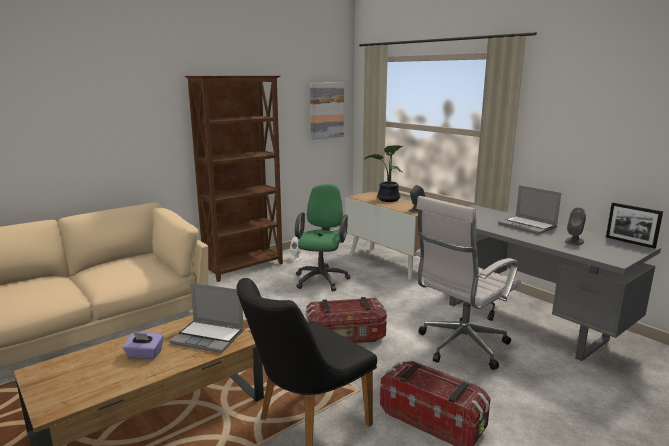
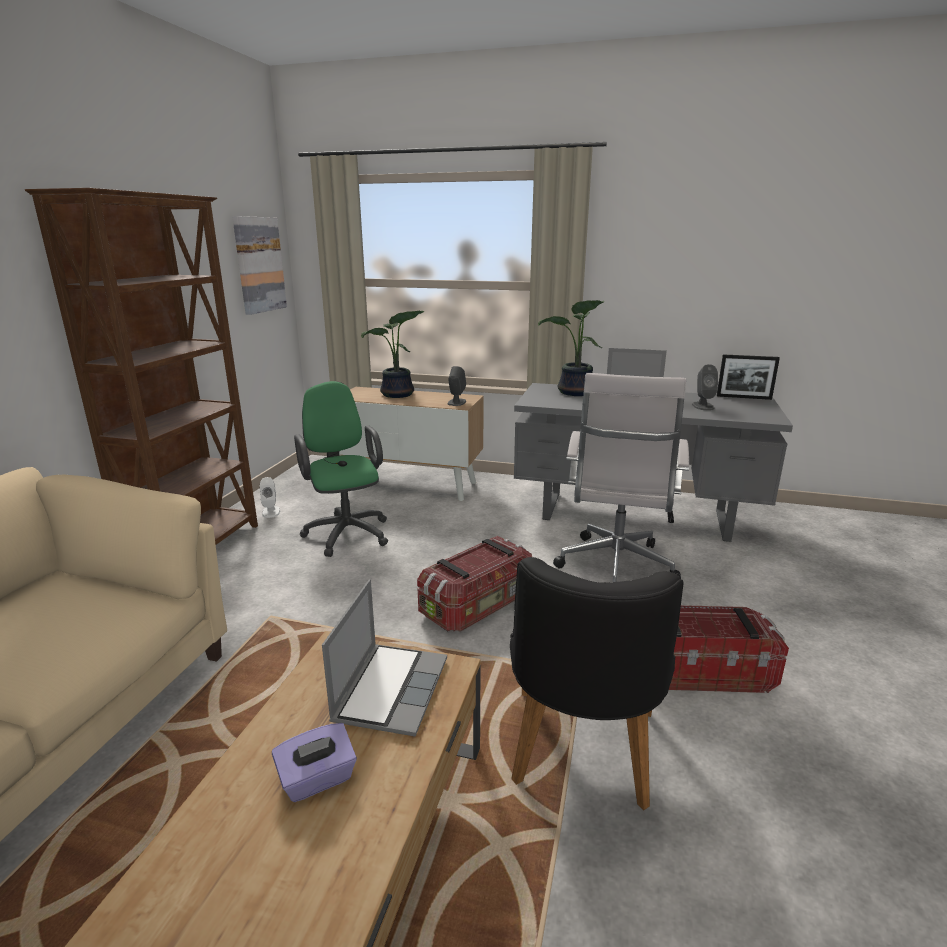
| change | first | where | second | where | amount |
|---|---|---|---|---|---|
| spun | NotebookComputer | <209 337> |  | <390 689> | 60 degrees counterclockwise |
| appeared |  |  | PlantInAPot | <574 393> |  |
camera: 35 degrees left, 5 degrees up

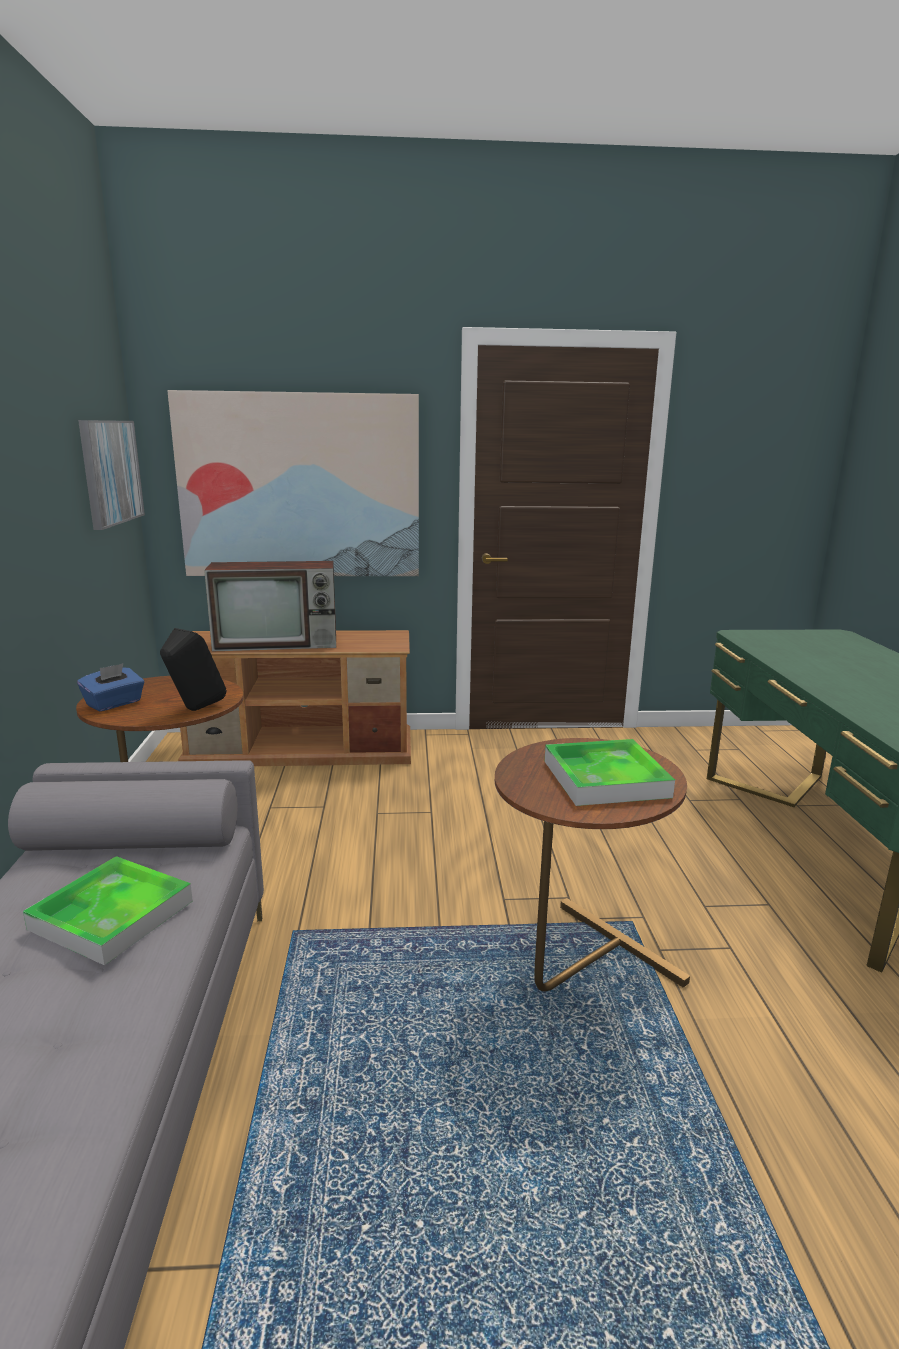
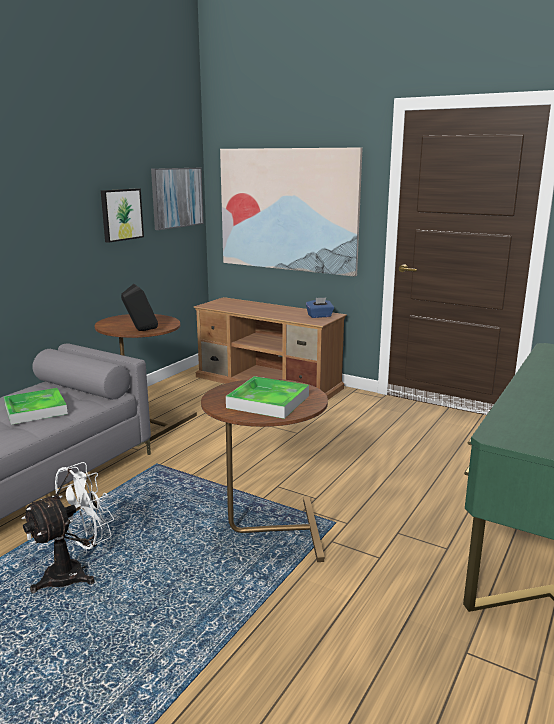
| change | first | where | second | where | amount |
|---|---|---|---|---|---|
| relocated | BlueColouredTissueBox | <114 703> |  | <319 316> |  |
| missing | TvSet | <279 643> |  |  |  |
| appeared |  |  | WhitishCoolingFan | <74 572> |  |
| appeared |  |  | WallPicture | <121 214> |  |
camera: 35 degrees right, 0 degrees up

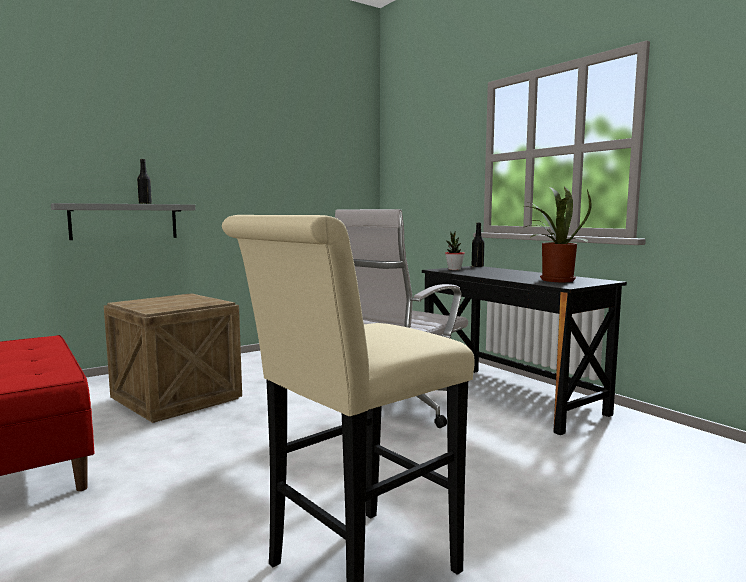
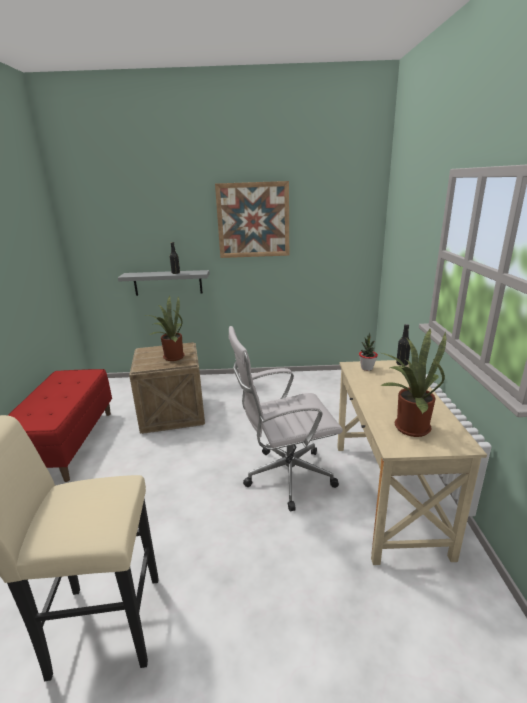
| change | first | where | second | where | amount |
|---|---|---|---|---|---|
| colour | BlackishDeskUnit | <510 397> | SandColouredDeskUnit | <387 495> |  |
| appeared |  |  | PlantInAPot | <171 357> |  |
| appeared |  |  | WallPicture | <253 220> |  |
camera: 35 degrees right, 15 degrees up

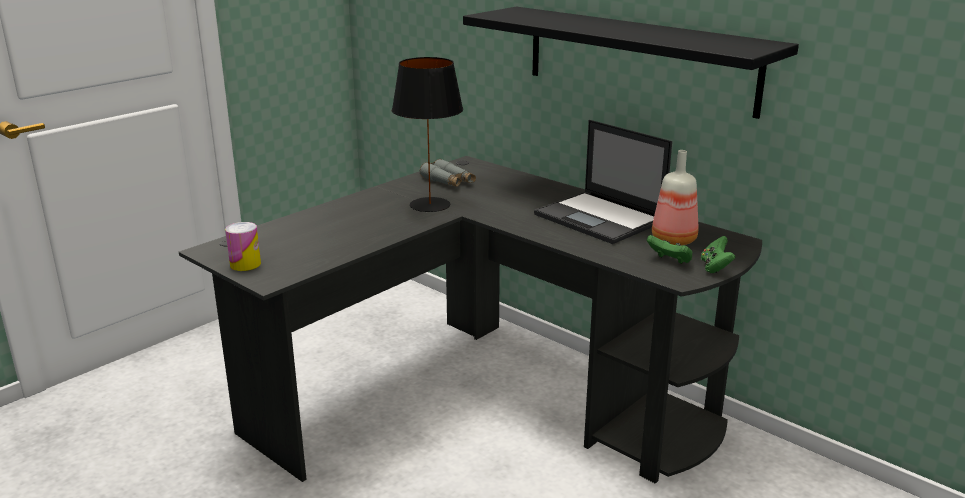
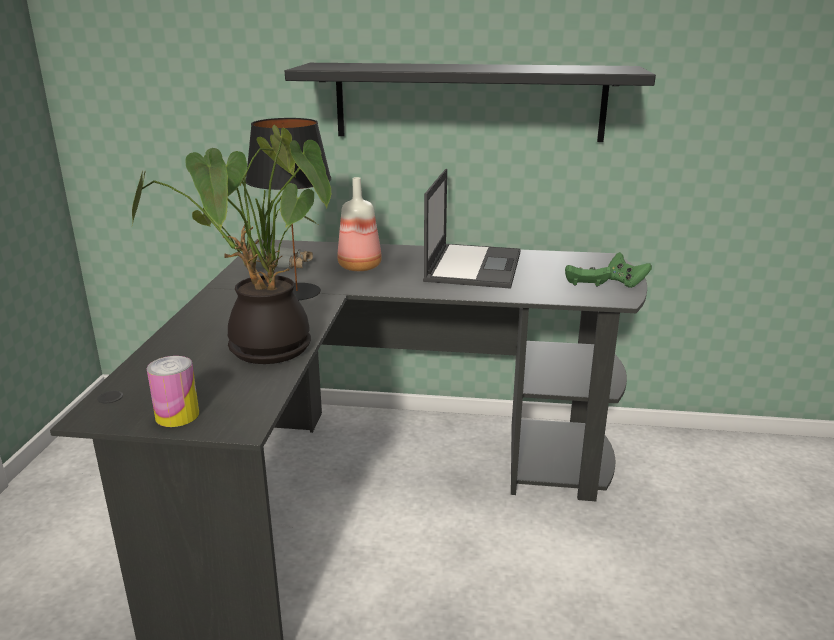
| change | first | where | second | where | amount |
|---|---|---|---|---|---|
| spun | NotebookComputer | <600 218> |  | <473 266> | 90 degrees counterclockwise |
| relocated | DrinkBottle | <675 240> |  | <361 267> |  |
| appeared |  |  | PlantInAPot | <262 350> |  |
camera: 35 degrees left, 0 degrees up

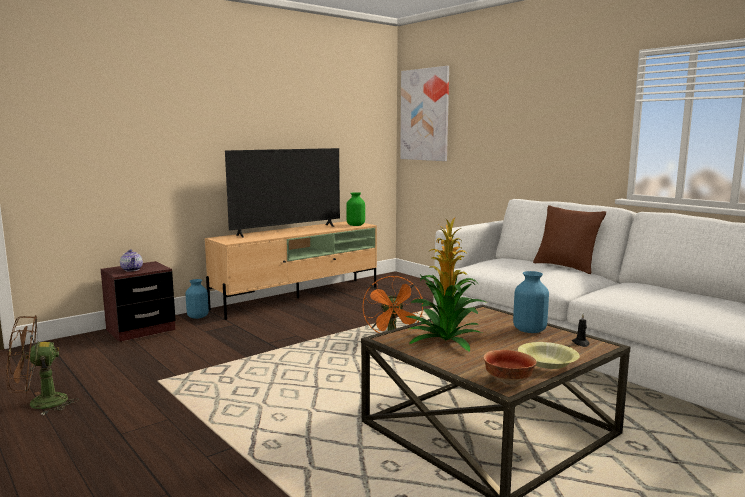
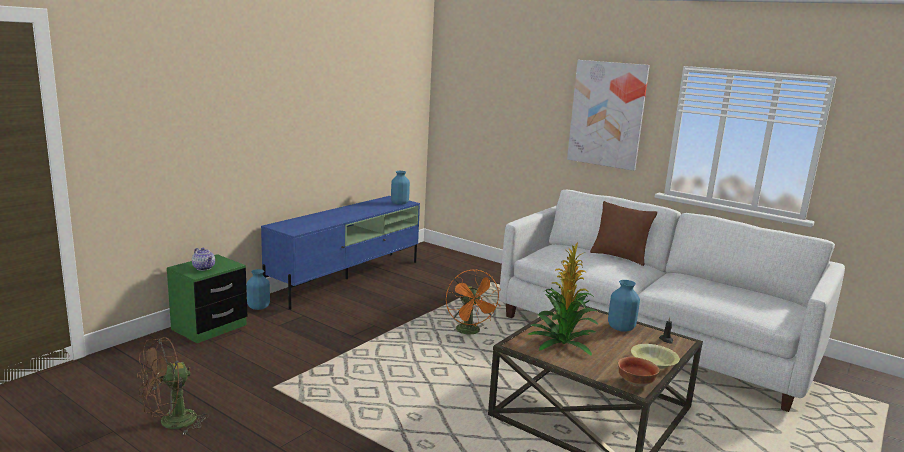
| change | first | where | second | where | amount |
|---|---|---|---|---|---|
| colour | BrownBedsideTable | <141 330> | GreenColouredBedsideTable | <209 327> |  |
| colour | SandColouredTvStand | <299 297> | BlueColouredTvStand | <347 278> |  |
| missing | TvSet | <287 230> |  |  |  |
| colour | GreenColouredFlowerVase | <356 225> | BlueColouredFlowerVase | <400 203> |  |
| relocated | WallPicture | <425 115> |  | <607 114> |  |
camera: 15 degrees left, 5 degrees up

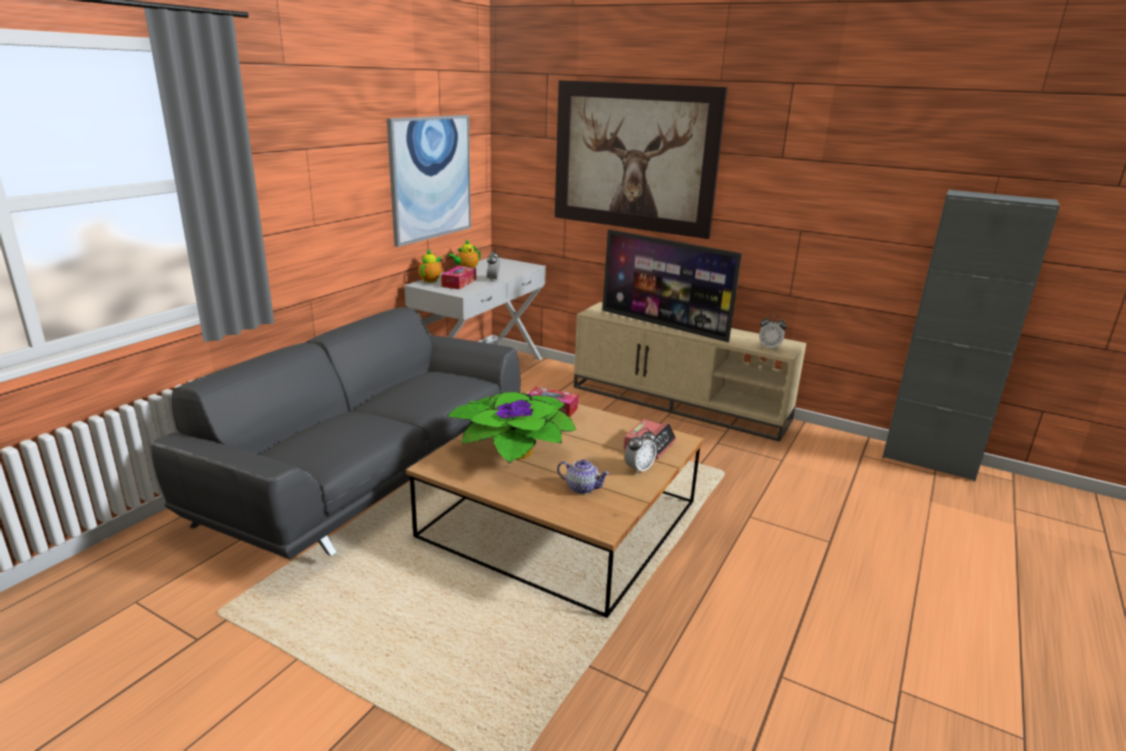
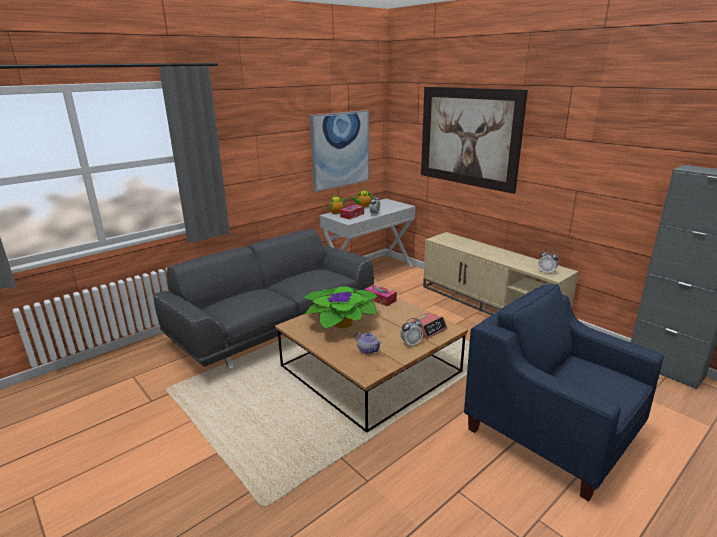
| change | first | where | second | where | amount |
|---|---|---|---|---|---|
| missing | TvSet | <664 325> |  |  |  |
| appeared |  |  | BlueColouredLoungeChair | <551 433> |  |
camera: 20 degrees right, 0 degrees up

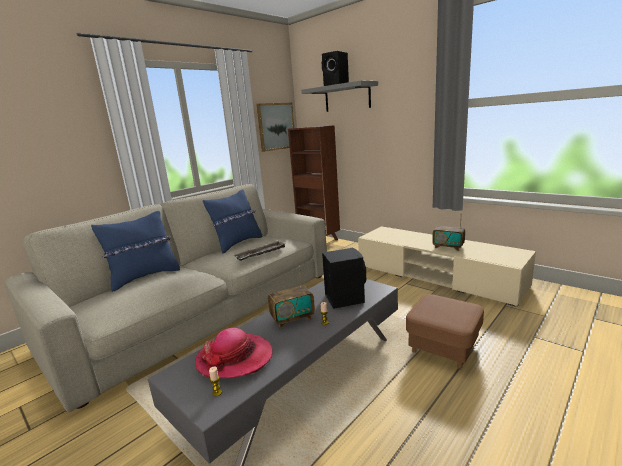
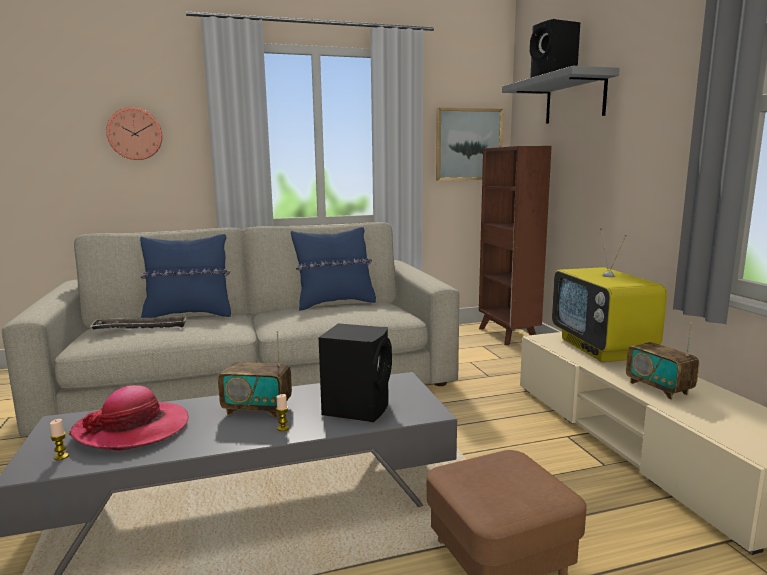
| change | first | where | second | where | amount |
|---|---|---|---|---|---|
| relocated | Tray | <261 253> |  | <141 327> |  |
| appeared |  |  | WallClock | <135 134> |  |
| appeared |  |  | TvSet | <603 349> |  |
camera: 30 degrees right, 5 degrees down

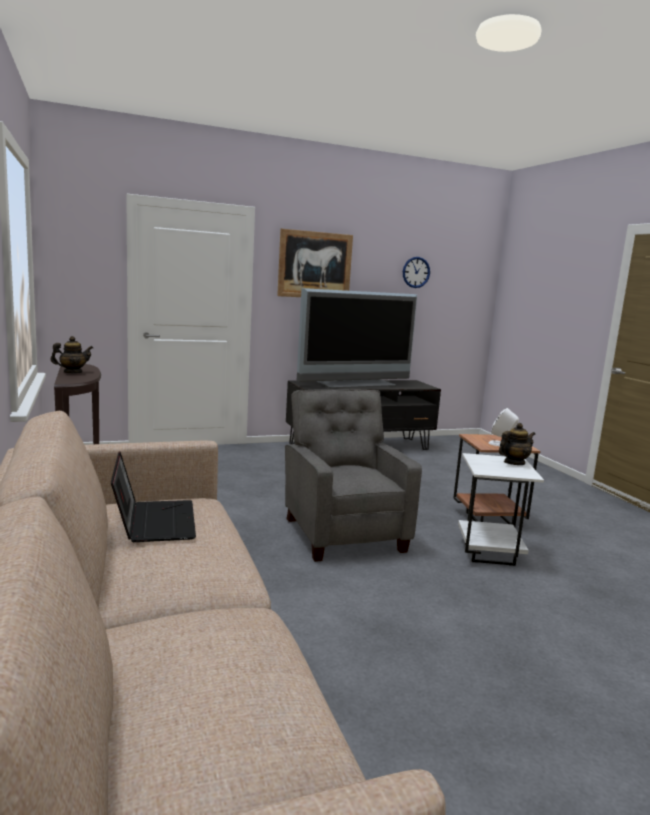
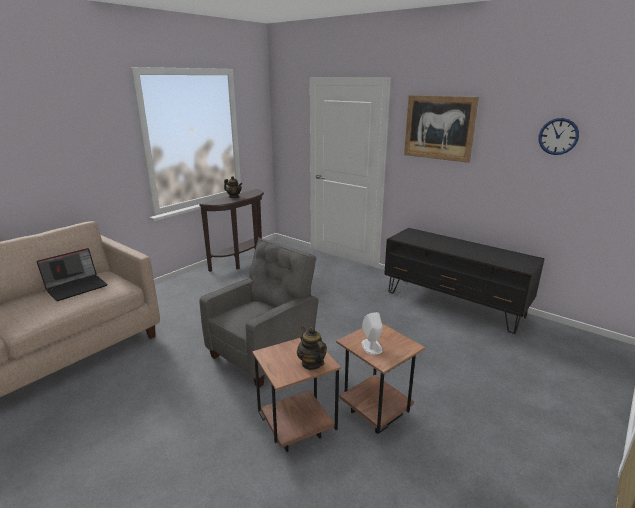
| change | first | where | second | where | amount |
|---|---|---|---|---|---|
| missing | TvSet | <356 384> |  |  |  |
| colour | WhitishSideTable | <490 554> | BrownSideTable | <297 431> |  |
| spun | TeaPot | <514 463> |  | <311 363> | 150 degrees counterclockwise |
camera: 60 degrees right, 10 degrees up

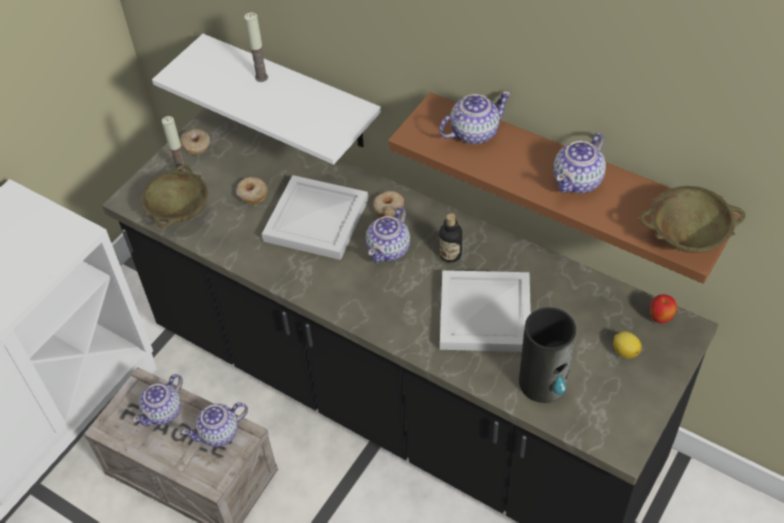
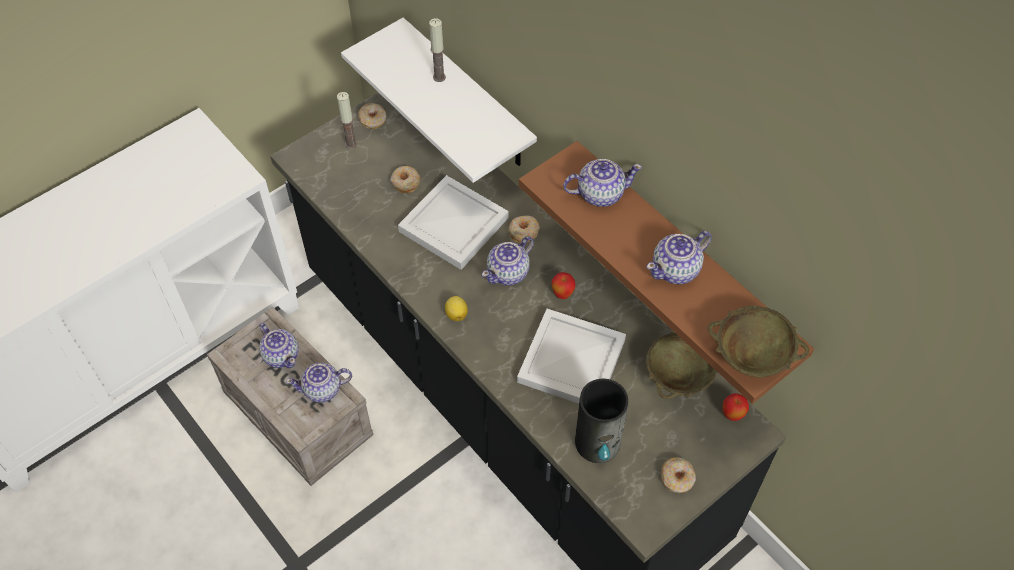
| change | first | where | second | where | amount |
|---|---|---|---|---|---|
| spun | TeaPot | <163 411> |  | <281 355> | 90 degrees counterclockwise |
| relocated | SandColouredBowl | <179 212> |  | <677 376> |  |
| exchanged | DrinkBottle | <450 254> | WholeApple | <562 294> |  |
| relocated | Lemon | <625 351> |  | <456 314> |  |
| appeared |  |  | Donut | <677 478> |  |
camera: 15 degrees right, 5 degrees up

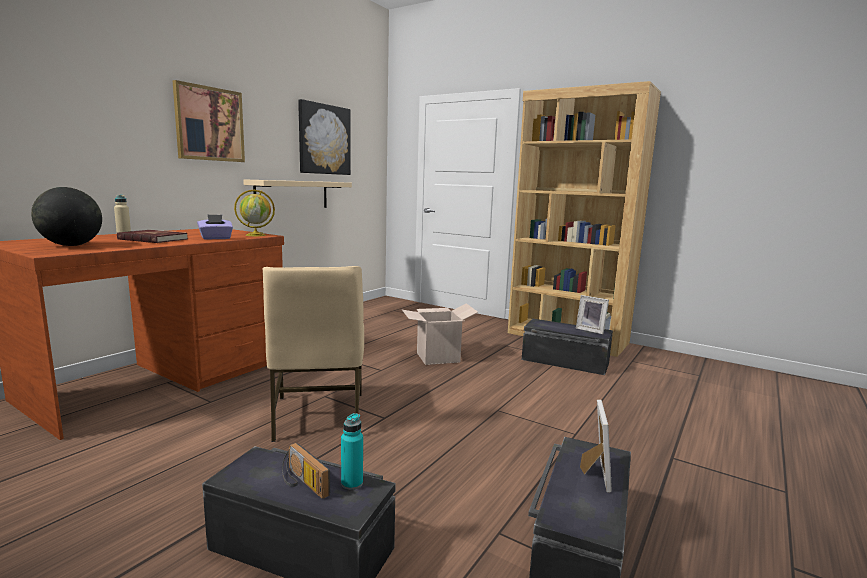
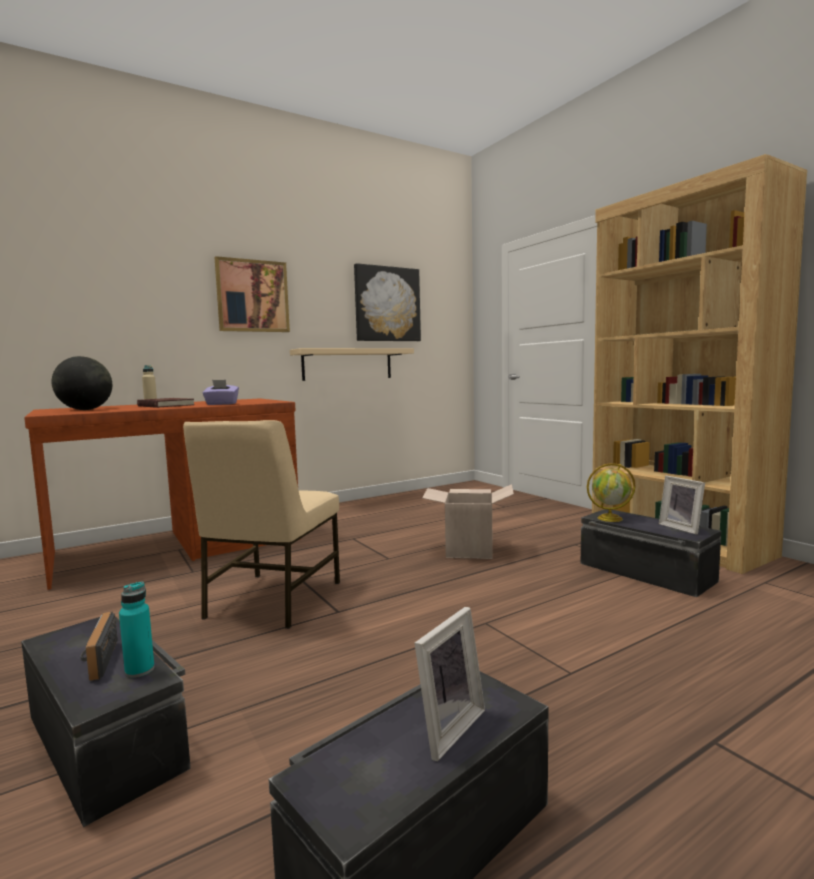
| change | first | where | second | where | amount |
|---|---|---|---|---|---|
| relocated | DeskGlobe | <256 235> |  | <610 518> |  |
camera: 25 degrees right, 5 degrees down

